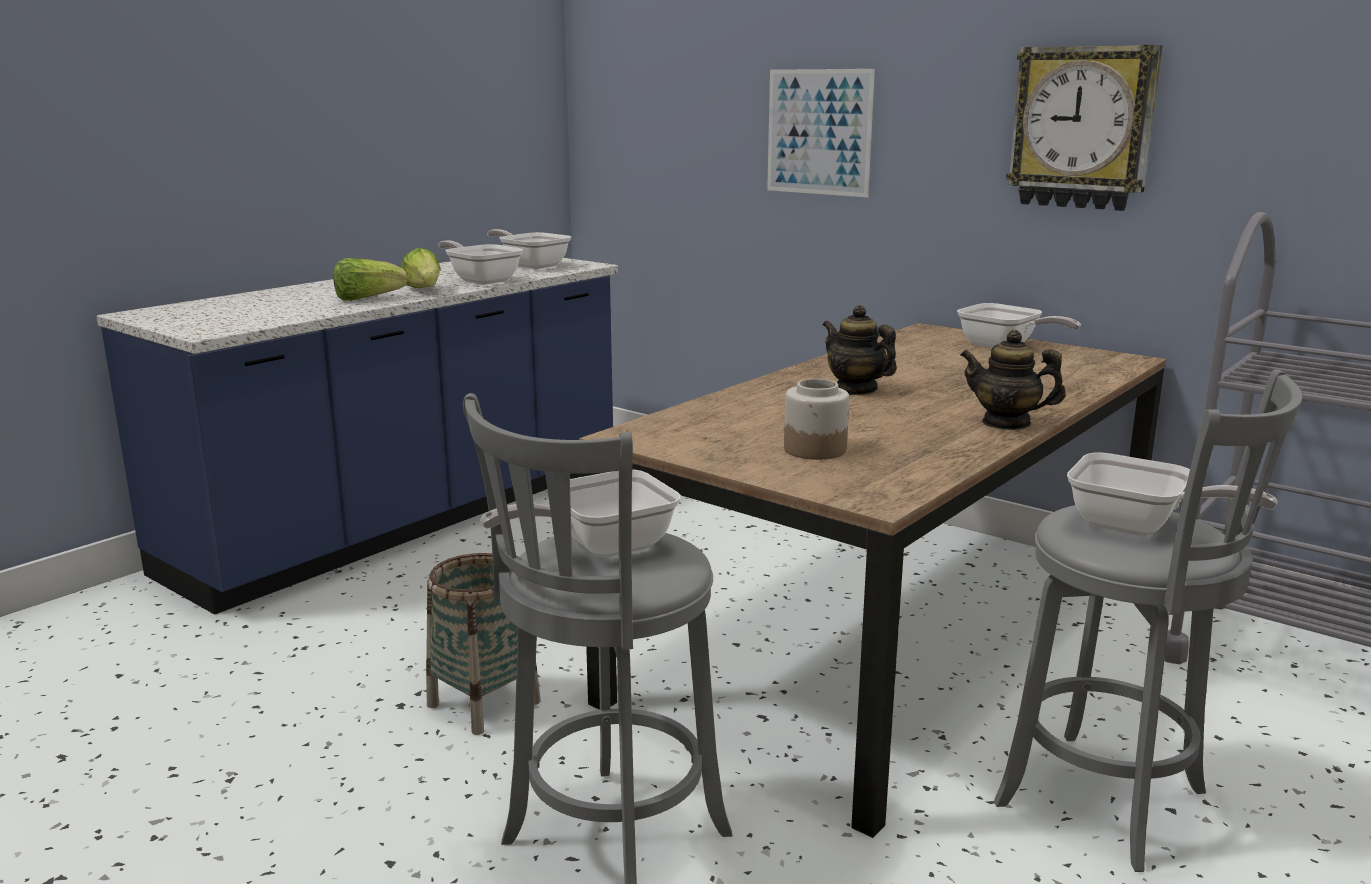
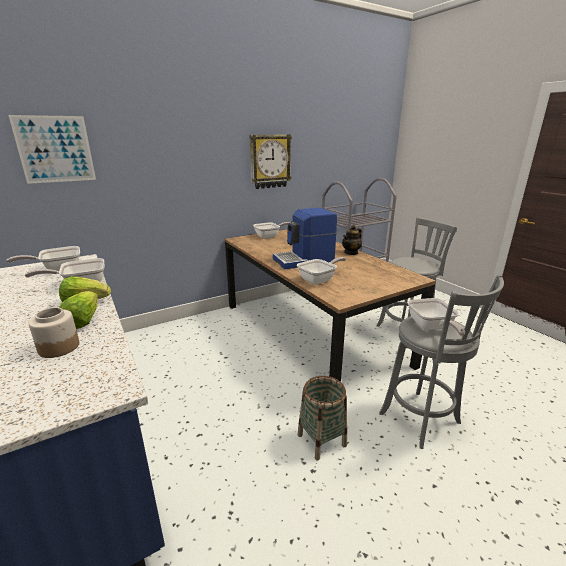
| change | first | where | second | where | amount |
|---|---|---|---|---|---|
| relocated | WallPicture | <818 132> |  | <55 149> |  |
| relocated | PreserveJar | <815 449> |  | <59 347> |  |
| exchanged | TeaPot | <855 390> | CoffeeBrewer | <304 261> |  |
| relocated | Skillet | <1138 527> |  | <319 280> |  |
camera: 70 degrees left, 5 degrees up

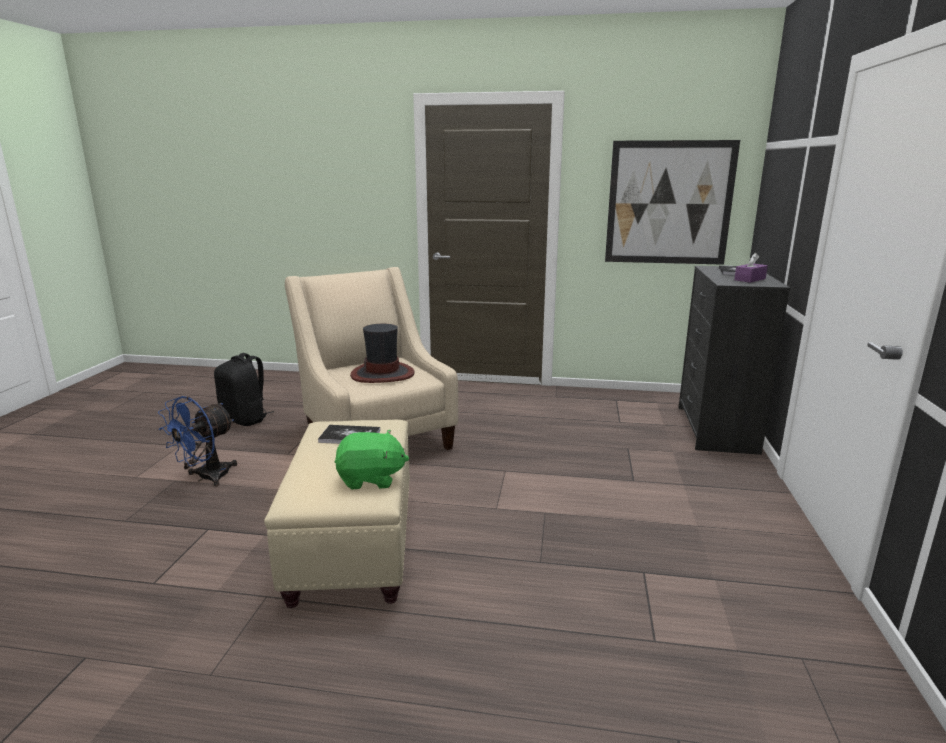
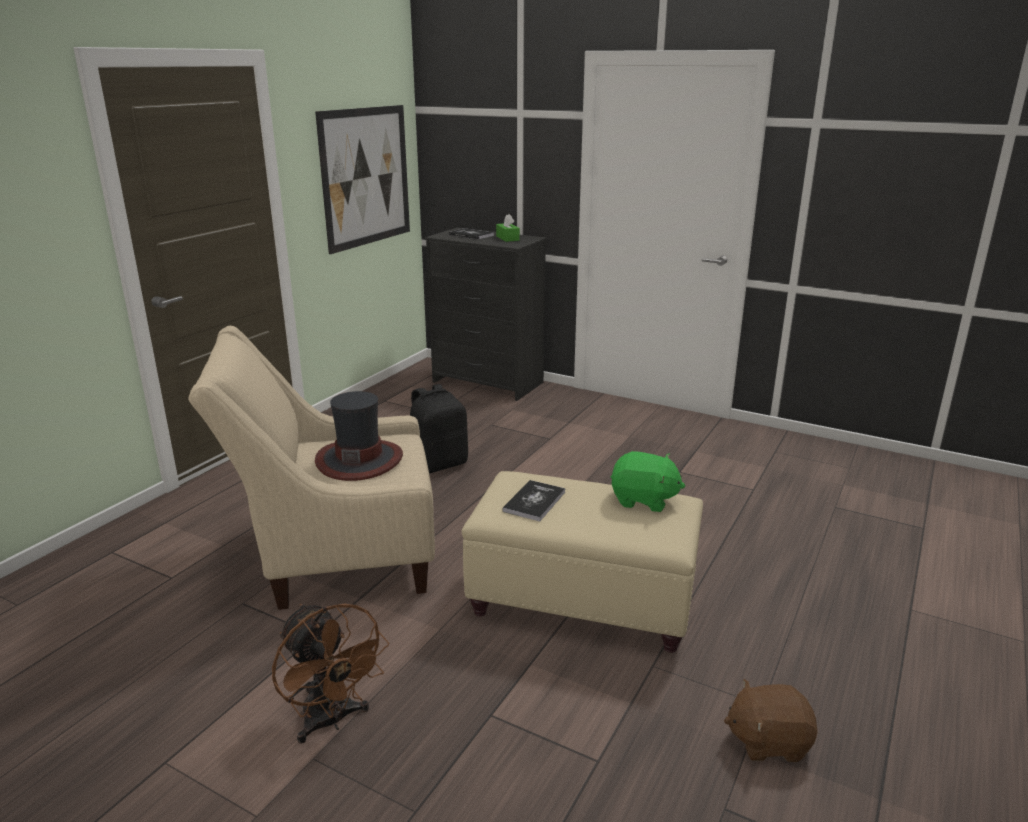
| change | first | where | second | where | amount |
|---|---|---|---|---|---|
| colour | BlueColouredCoolingFan | <206 478> | BrownCoolingFan | <331 721> |  |
| relocated | BlackishKnapsack | <246 419> |  | <438 464> |  |
| spun | GreenColouredSoftToy | <371 479> |  | <643 500> | 90 degrees clockwise |
| colour | PurpleColouredTissueBox | <750 279> | GreenColouredTissueBox | <507 238> |  |
| appeared |  |  | BrownSoftToy | <768 741> |  |
camera: 70 degrees left, 5 degrees up

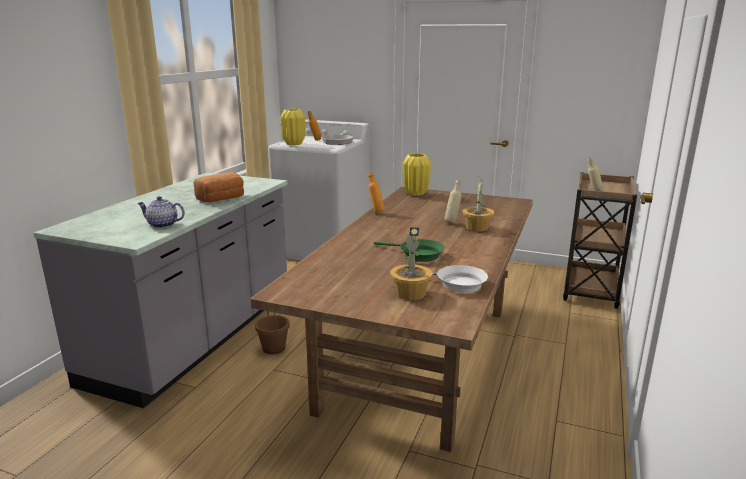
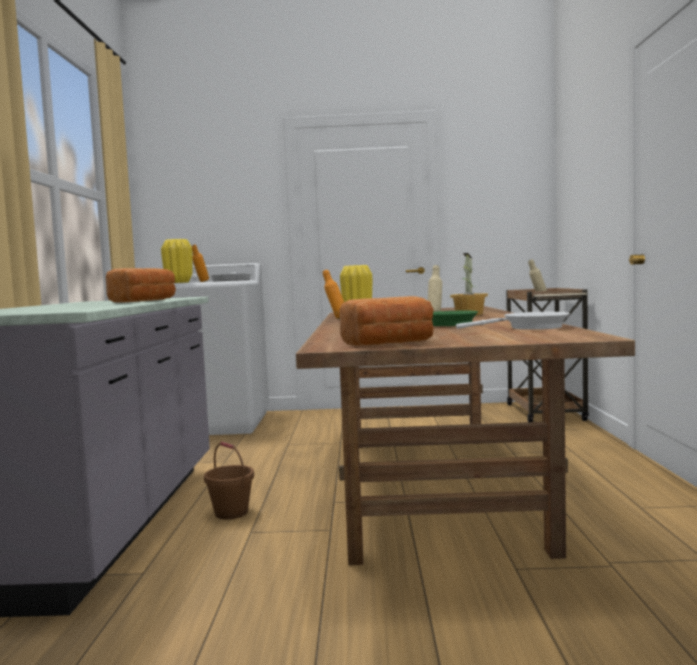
| change | first | where | second | where | amount |
|---|---|---|---|---|---|
| missing | TeaPot | <162 225> |  |  |  |
| missing | PlantInAPot | <410 293> |  |  |  |
| appeared |  |  | BakeryBread | <390 344> |  |
camera: 20 degrees left, 15 degrees down

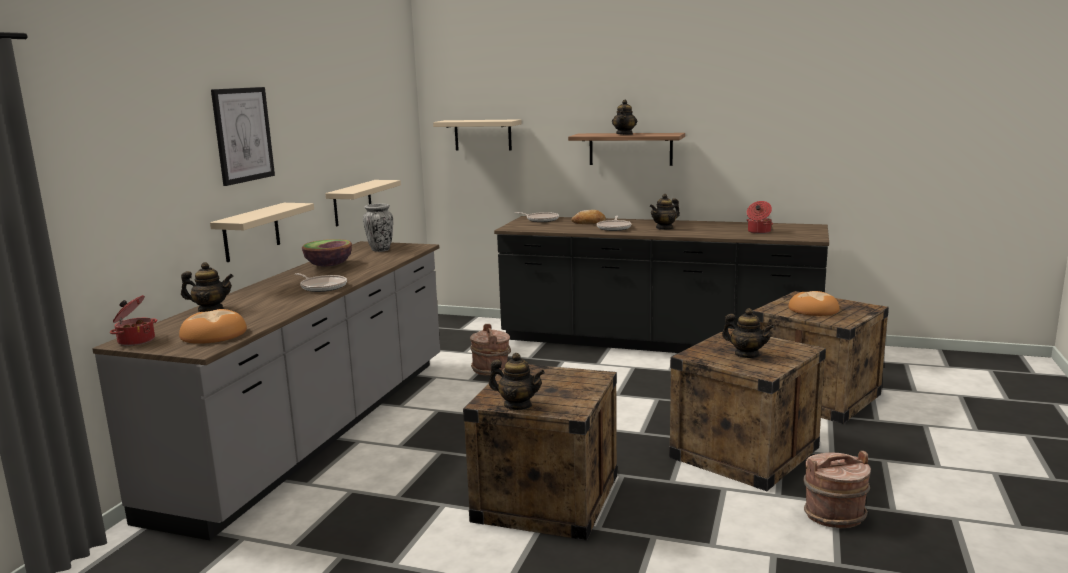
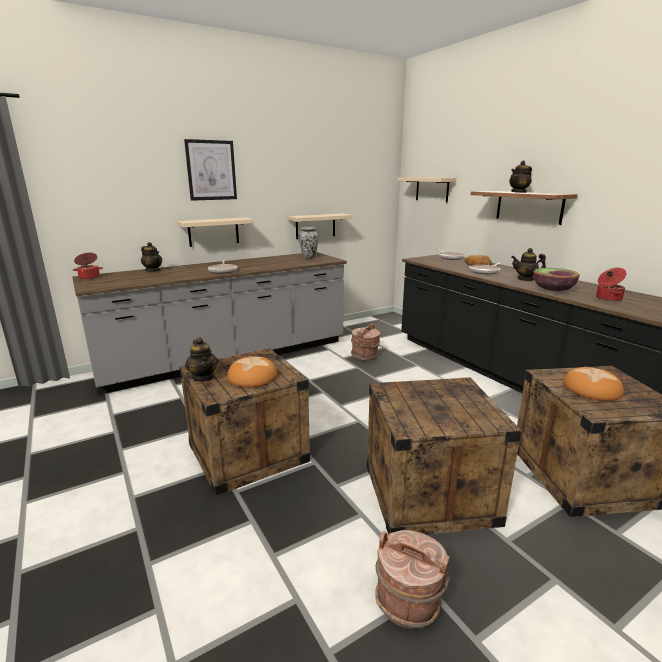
| change | first | where | second | where | amount |
|---|---|---|---|---|---|
| relocated | BakeryBread | <213 334> |  | <252 376> |  |
| relocated | Bowl | <328 265> |  | <553 290> |  |
| missing | TeaPot | <747 355> |  |  |  |
camera: 40 degrees right, 5 degrees up

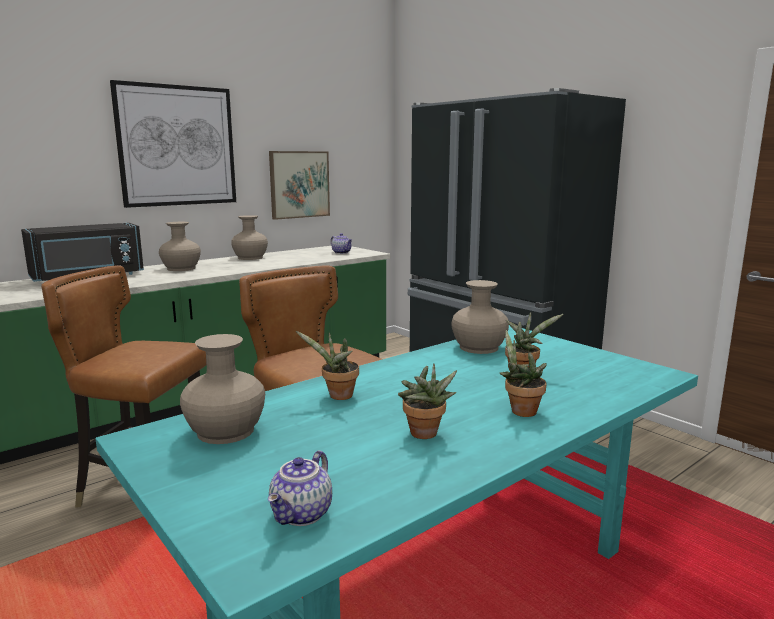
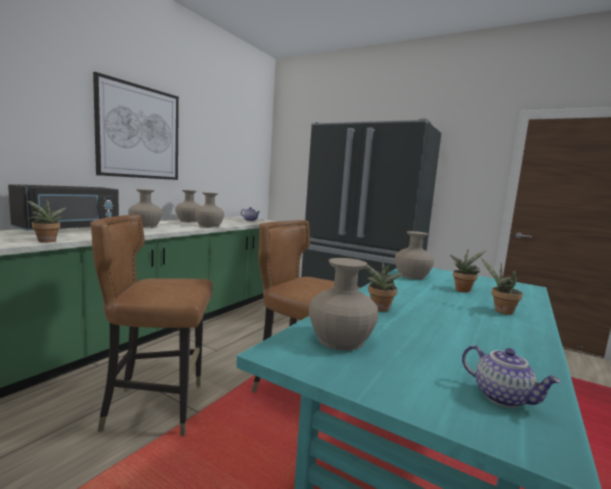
| change | first | where | second | where | amount |
|---|---|---|---|---|---|
| spun | TeaPot | <302 515> |  | <503 397> | 45 degrees counterclockwise |
| missing | WallPicture | <299 184> |  |  |  |
| relocated | PlantInAPot | <425 435> |  | <47 241> |  |
| appeared |  |  | SandColouredFlowerVase | <209 226> |  |
camera: 20 degrees left, 5 degrees down

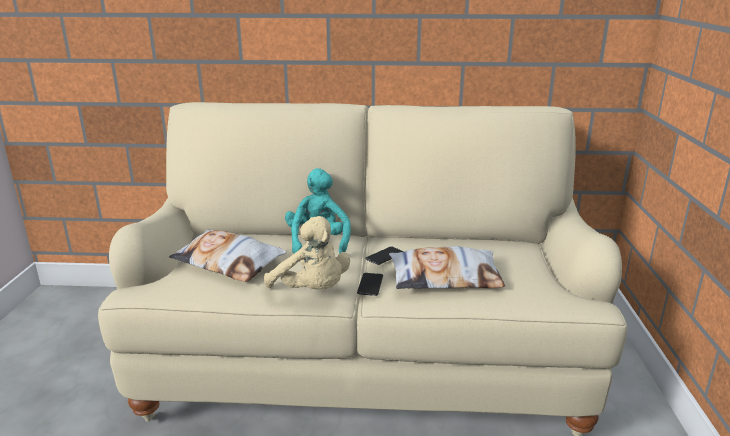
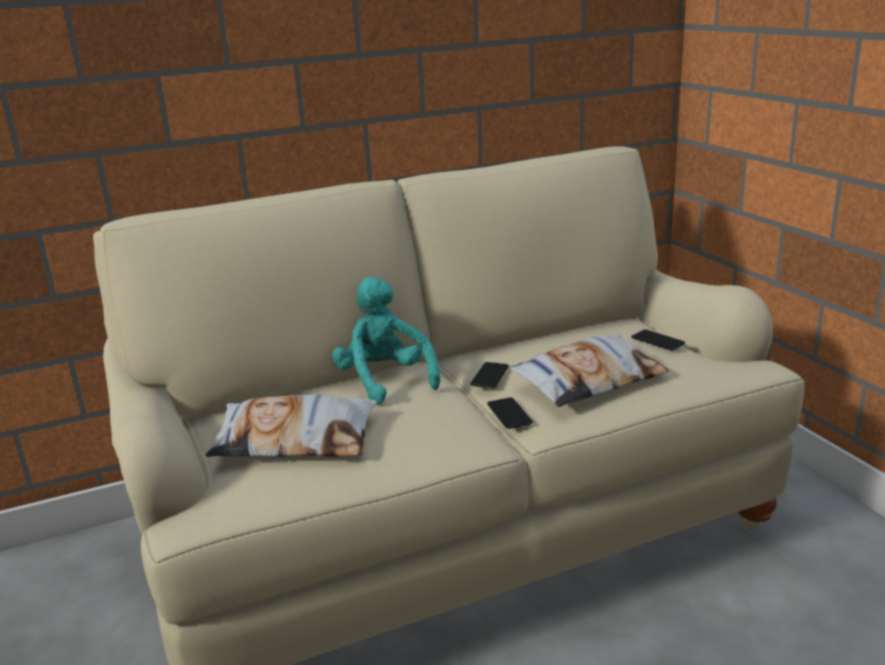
| change | first | where | second | where | amount |
|---|---|---|---|---|---|
| missing | SandColouredSoftToy | <312 291> |  |  |  |
| appeared |  |  | Phone | <657 341> |  |
camera: 25 degrees left, 0 degrees up

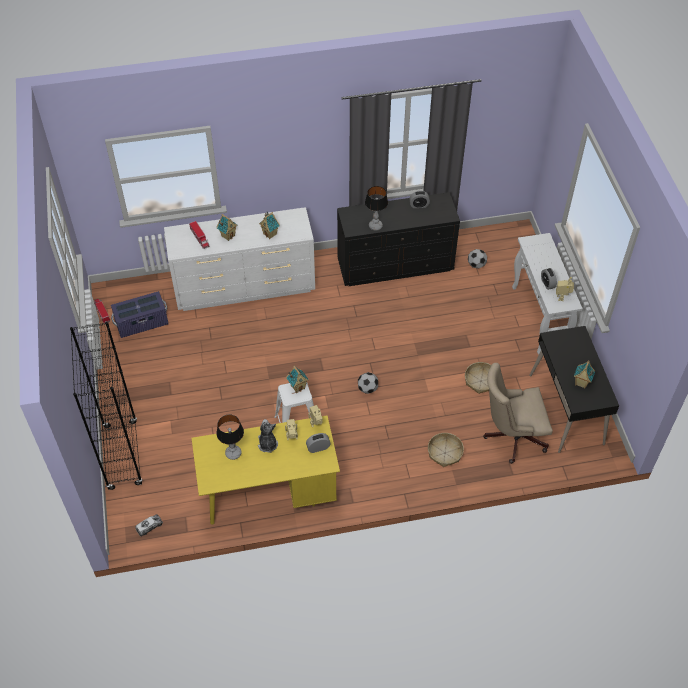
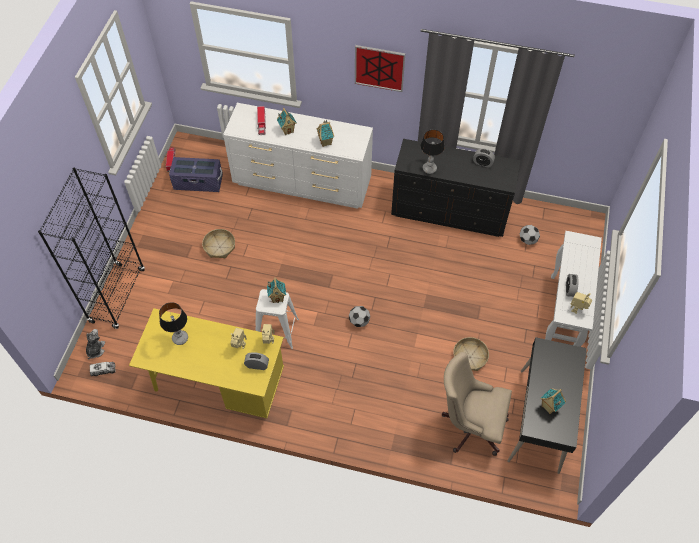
| change | first | where | second | where | amount |
|---|---|---|---|---|---|
| relocated | SoftToy | <267 444> |  | <95 349> |  |
| relocated | HouseholdBasket | <444 453> |  | <219 247> |  |
| appeared |  |  | WallPicture | <379 68> |  |
camera: 25 degrees right, 5 degrees up

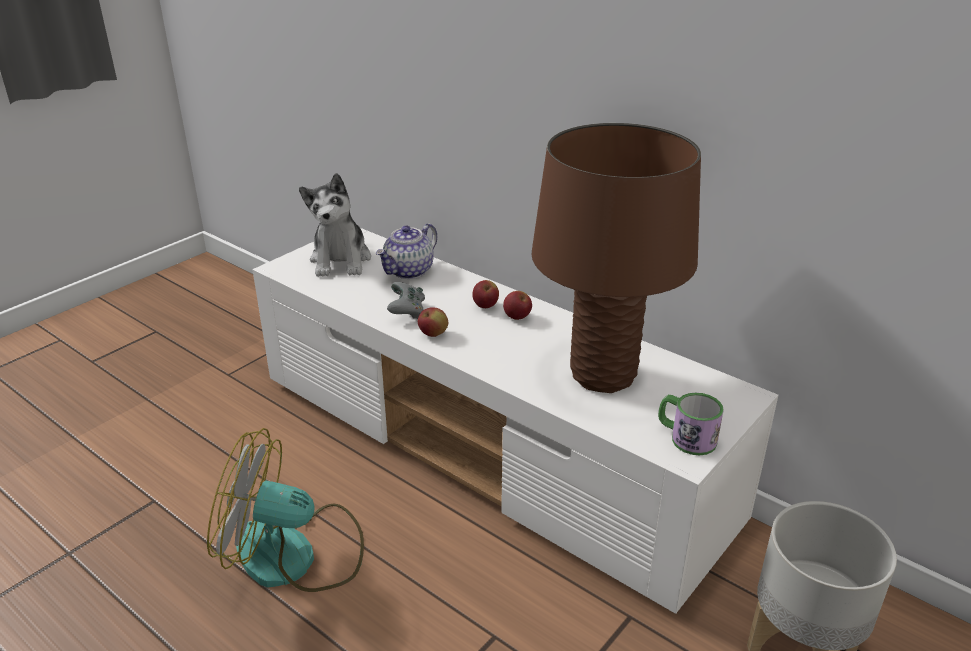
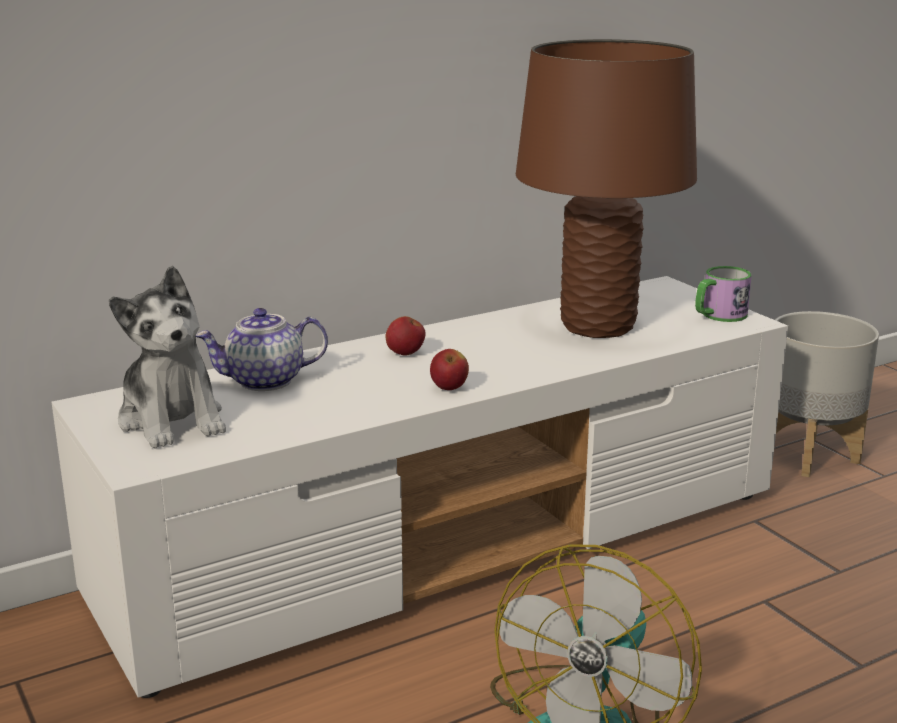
| change | first | where | second | where | amount |
|---|---|---|---|---|---|
| spun | SoftToy | <341 260> |  | <172 420> | 45 degrees clockwise |
| spun | TeaPot | <409 271> |  | <264 381> | 105 degrees clockwise |
| missing | GreyGamepad | <407 311> |  |  |  |
| missing | WholeApple | <517 317> |  |  |  |
camera: 70 degrees left, 10 degrees down

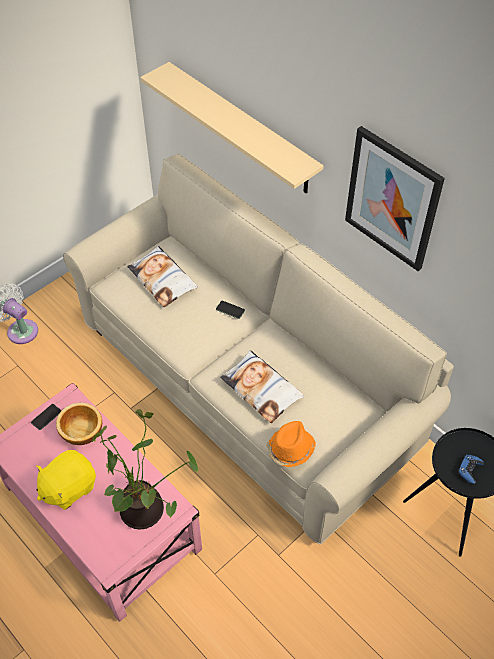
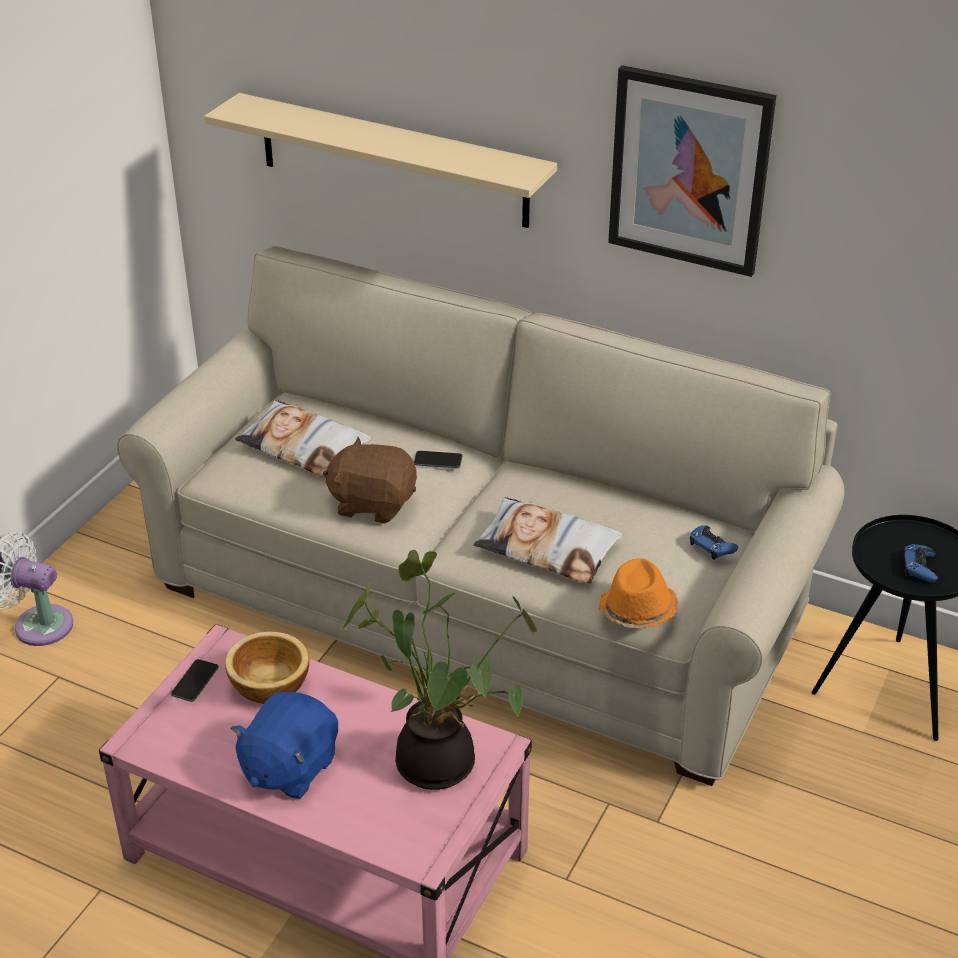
| change | first | where | second | where | amount |
|---|---|---|---|---|---|
| colour | YellowSoftToy | <68 487> | BlueColouredSoftToy | <289 767> |  |
| appeared |  |  | BrownSoftToy | <373 503> |  |
| appeared |  |  | BlueColouredGamepad | <711 546> |  |
camera: 20 degrees left, 15 degrees down

